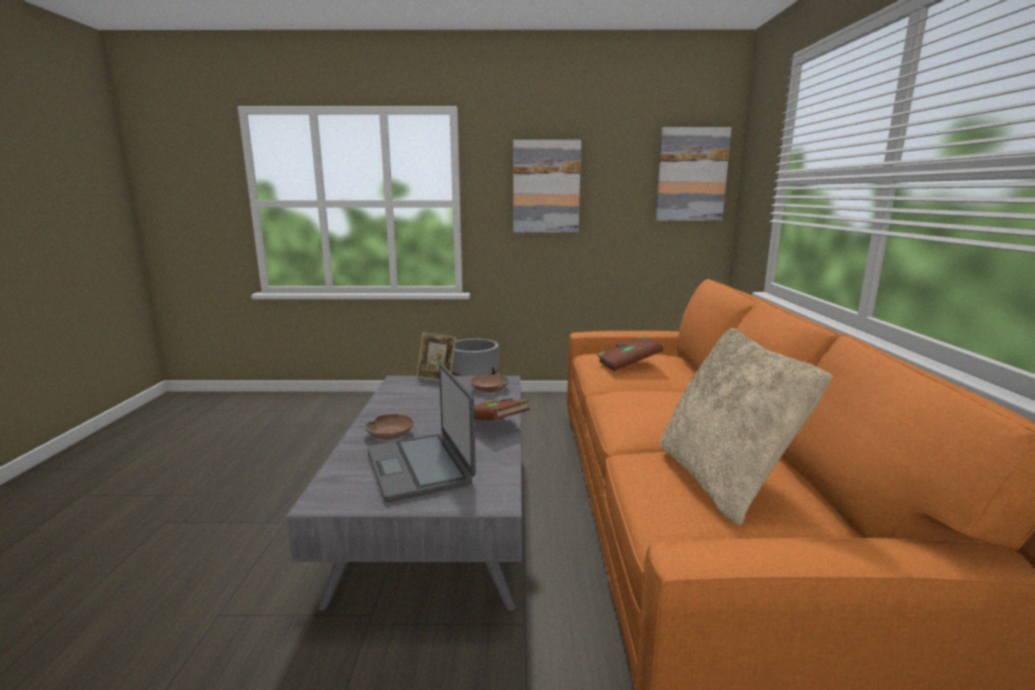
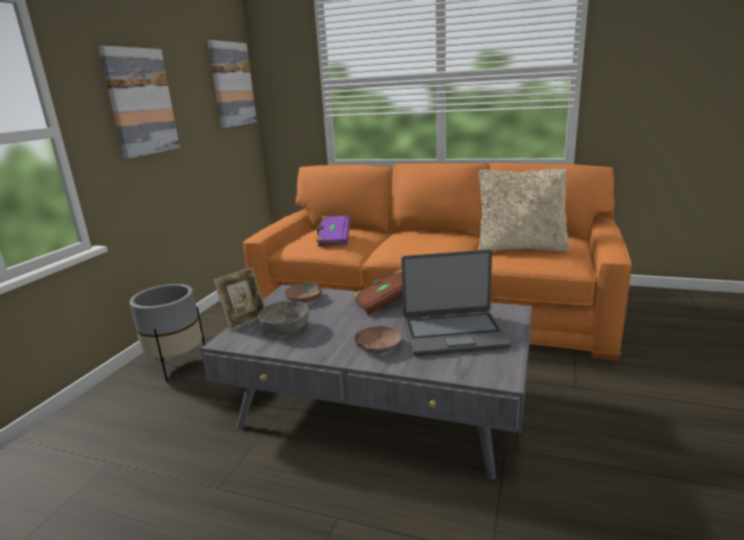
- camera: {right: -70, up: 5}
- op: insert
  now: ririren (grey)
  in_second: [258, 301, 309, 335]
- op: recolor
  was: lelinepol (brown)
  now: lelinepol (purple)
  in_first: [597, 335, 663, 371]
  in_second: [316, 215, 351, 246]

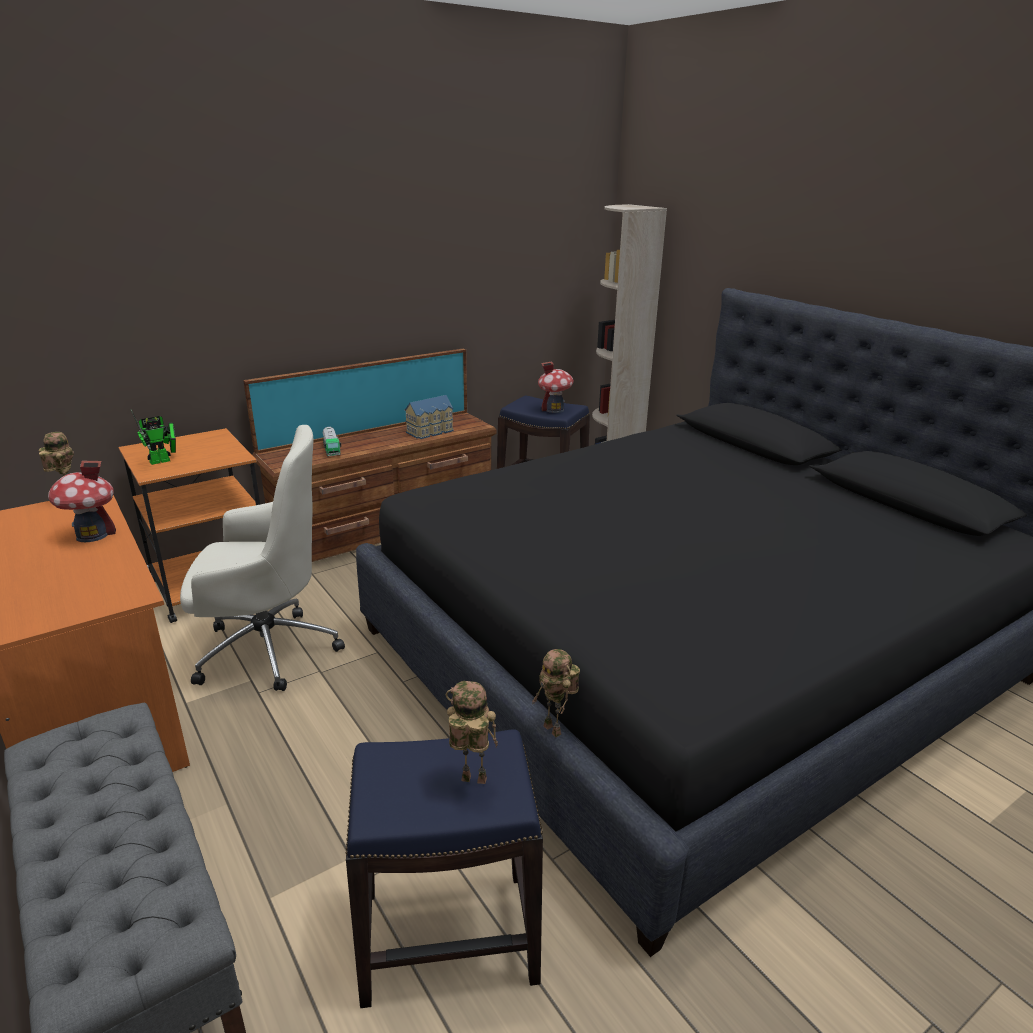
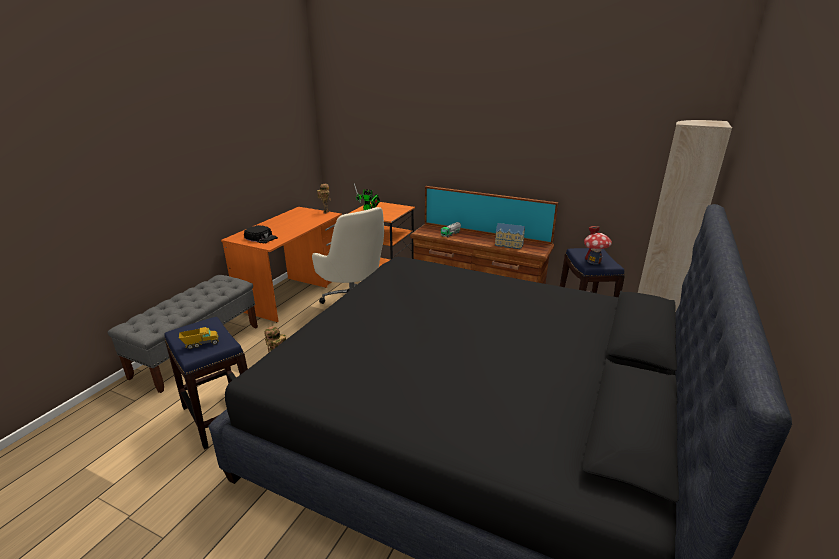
- camera: {right: 60, up: 0}
- op: replace
  was: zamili
  now: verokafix
  in_first: [446, 681, 498, 784]
  in_second: [179, 327, 219, 349]
- op: insert
  now: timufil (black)
  in_second: [244, 225, 278, 243]
- op: delete
  was: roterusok
  in_first: [48, 461, 116, 542]

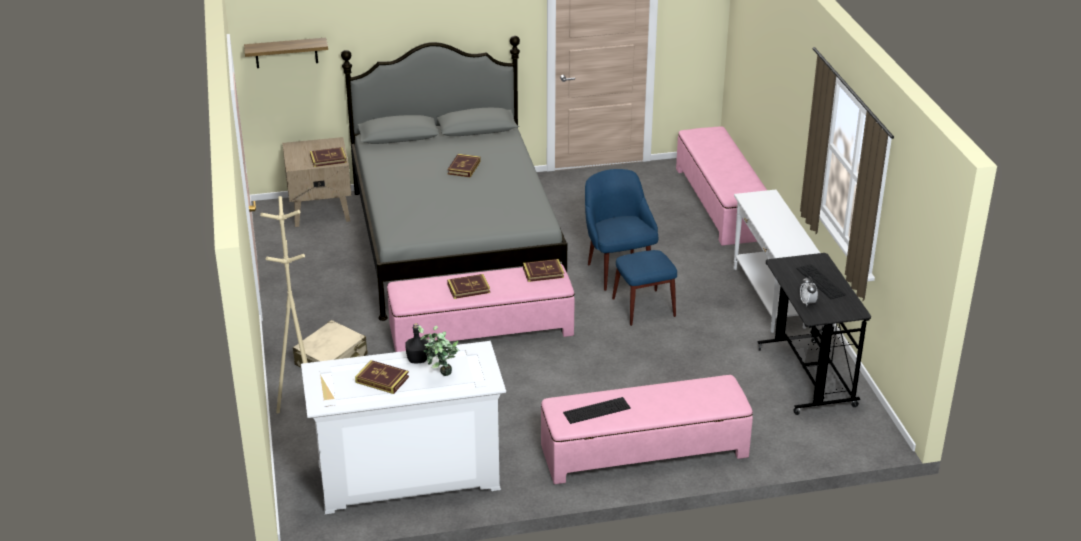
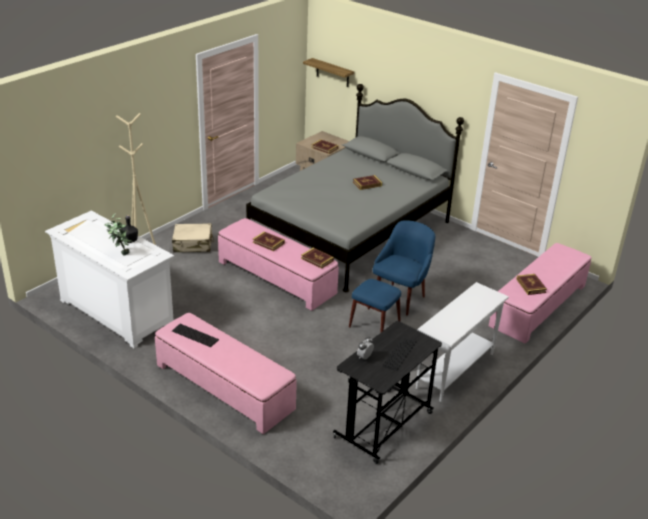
- camera: {right: 50, up: 0}
- op: move
  was: lelinepol
  in_first: [355, 360, 409, 394]
  in_second: [516, 274, 547, 295]

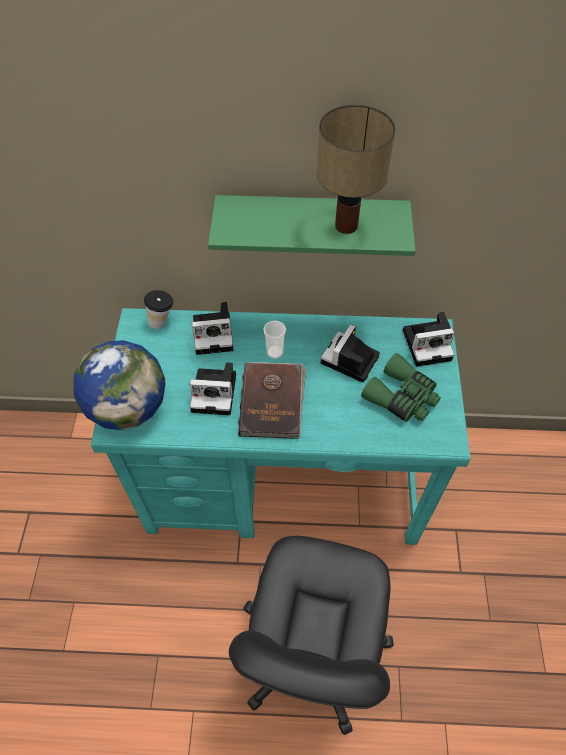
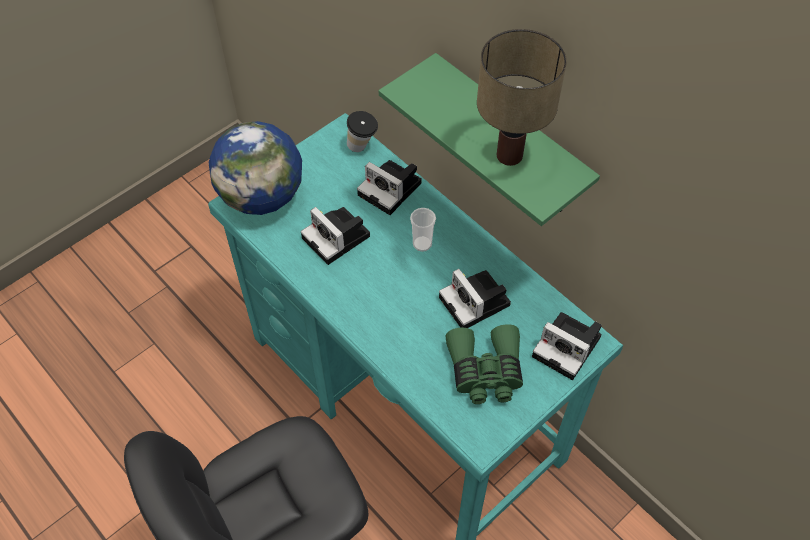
- camera: {right: 45, up: 0}
- op: rotate
  was: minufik
  in_first: [321, 324, 380, 383]
  in_second: [439, 269, 511, 328]
  clockwise: -105
- op: delete
  was: lelinepol (brown)
  in_first: [238, 362, 306, 439]

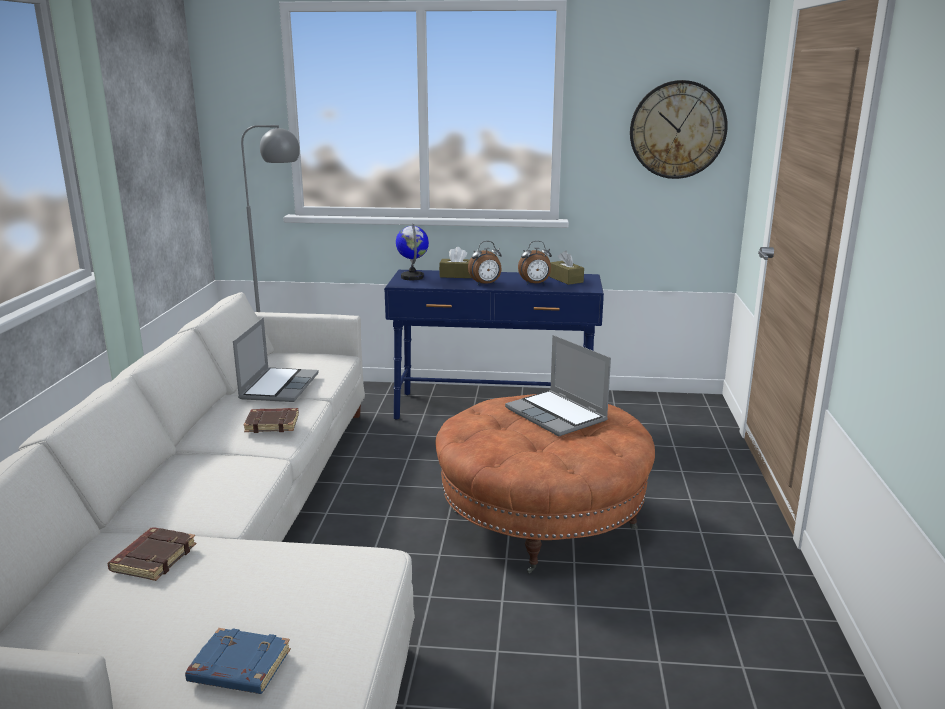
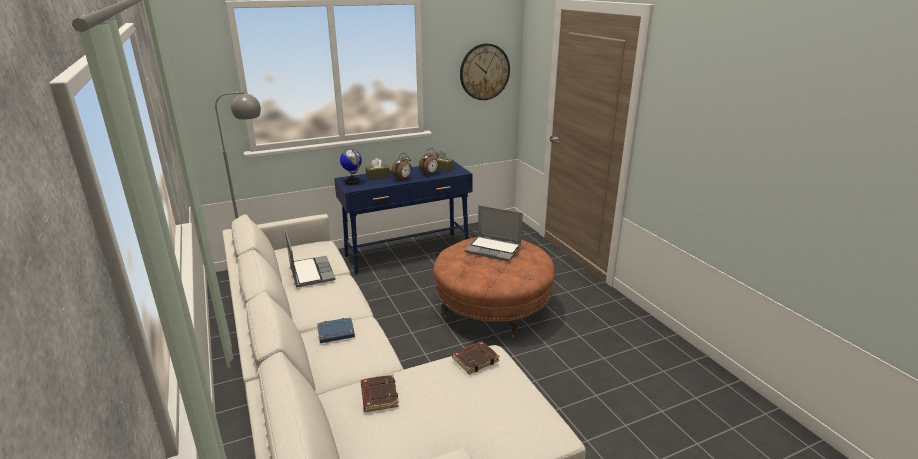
- camera: {right: -30, up: 5}
- op: move
  was: lelinepol (blue)
  in_first: [185, 628, 291, 694]
  in_second: [317, 317, 355, 343]
- op: move
  was: lelinepol (brown)
  in_first: [244, 408, 299, 433]
  in_second: [452, 341, 500, 374]

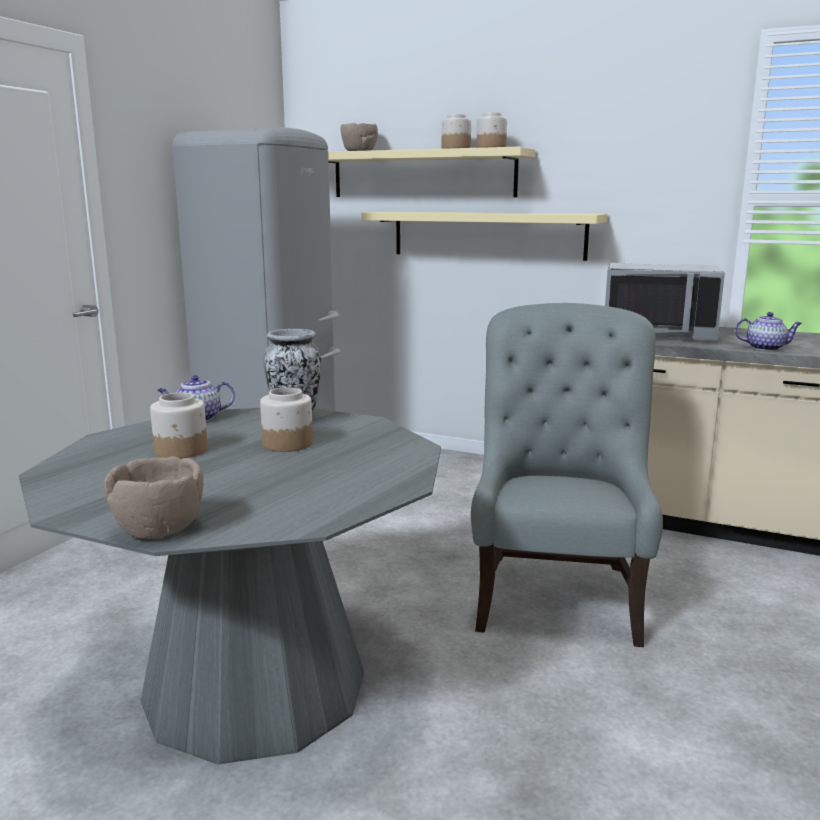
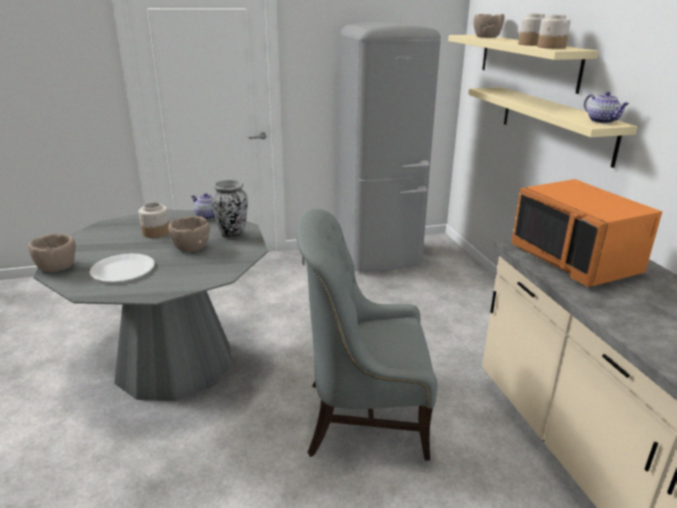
- camera: {right: 50, up: 10}
- op: insert
  now: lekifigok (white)
  in_second: [89, 254, 155, 282]
- op: replace
  was: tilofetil
  now: ririren (brown)
  in_first: [260, 387, 313, 452]
  in_second: [168, 216, 210, 252]
- op: rotate
  was: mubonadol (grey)
  in_first: [471, 303, 663, 647]
  in_second: [296, 209, 437, 461]
  clockwise: -150
- op: recolor
  was: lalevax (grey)
  now: lalevax (orange)
  in_first: [605, 263, 725, 340]
  in_second: [511, 179, 663, 287]
- op: move
  was: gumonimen
  in_first: [735, 312, 802, 351]
  in_second: [584, 92, 629, 124]

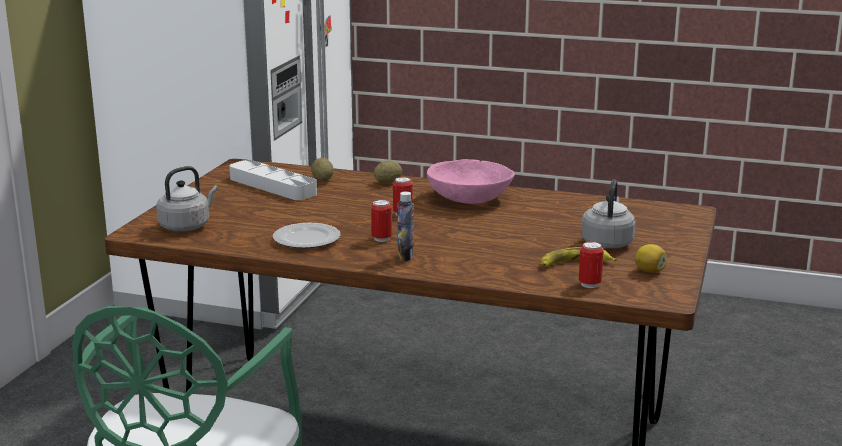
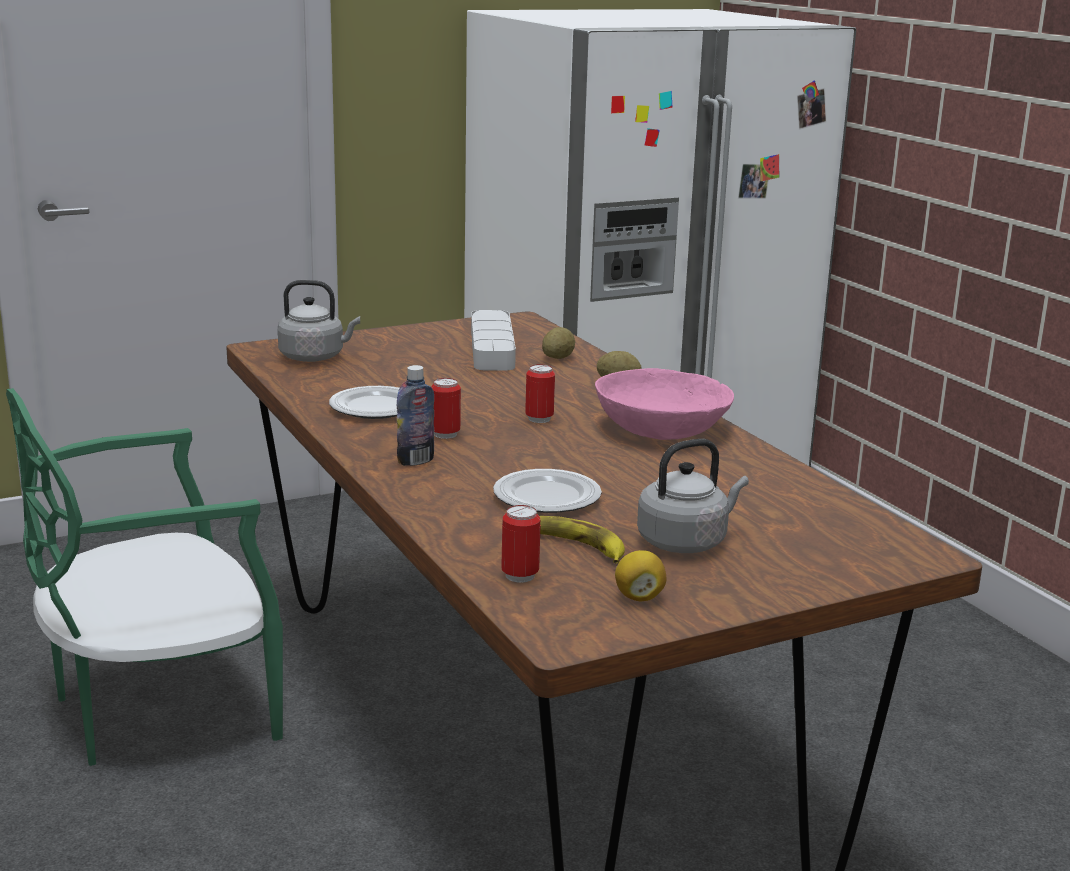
- camera: {right: 45, up: 0}
- op: insert
  now: lekifigok
  in_second: [493, 469, 602, 513]

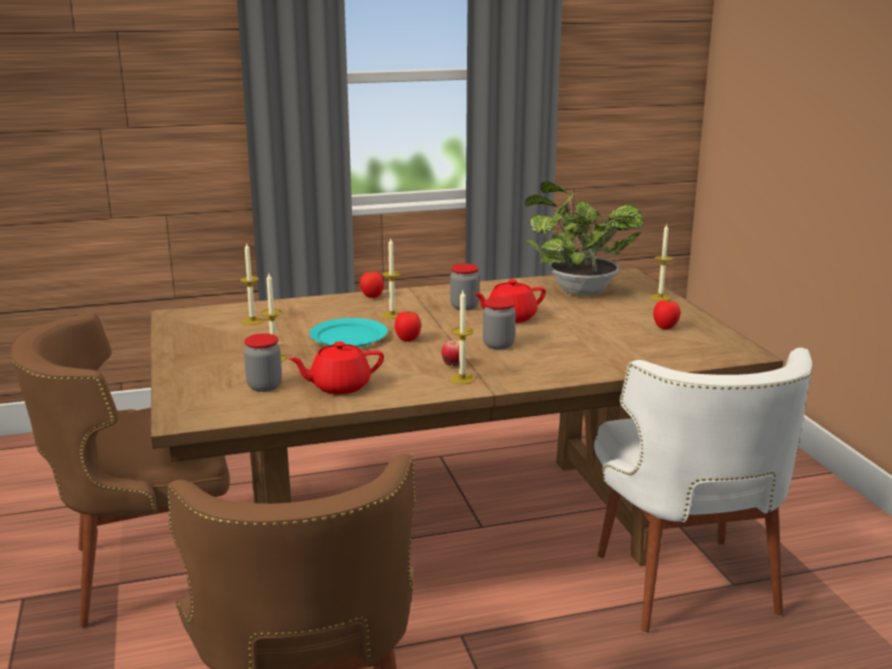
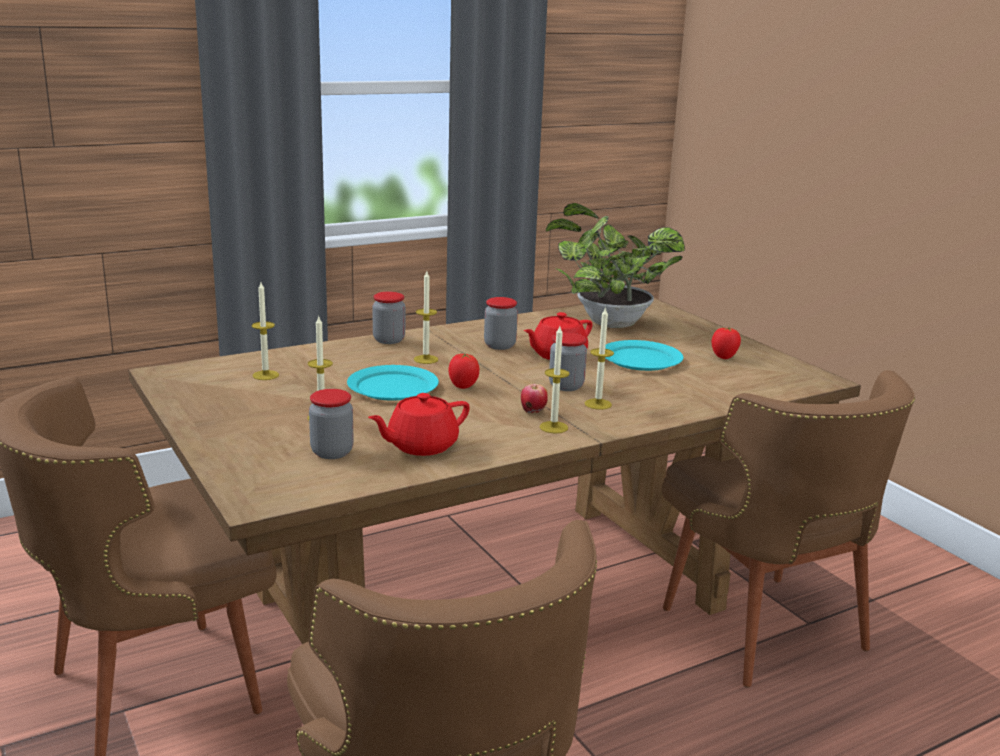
- camera: {right: -15, up: 0}
- op: replace
  was: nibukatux
  now: tilofetil
  in_first: [360, 271, 384, 298]
  in_second: [372, 292, 405, 344]
- op: move
  was: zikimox
  in_first: [650, 224, 673, 301]
  in_second: [585, 307, 614, 410]
- op: insert
  now: lekifigok (turquoise)
  in_second: [605, 340, 683, 371]
- op: recolor
  was: mubonadol (white)
  now: mubonadol (brown)
  in_first: [594, 348, 812, 633]
  in_second: [662, 370, 915, 688]

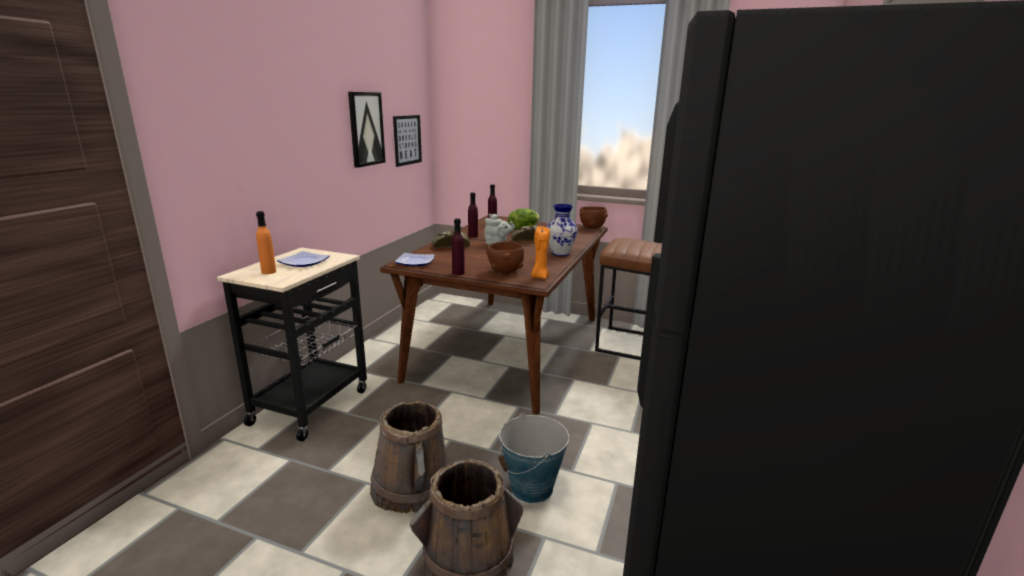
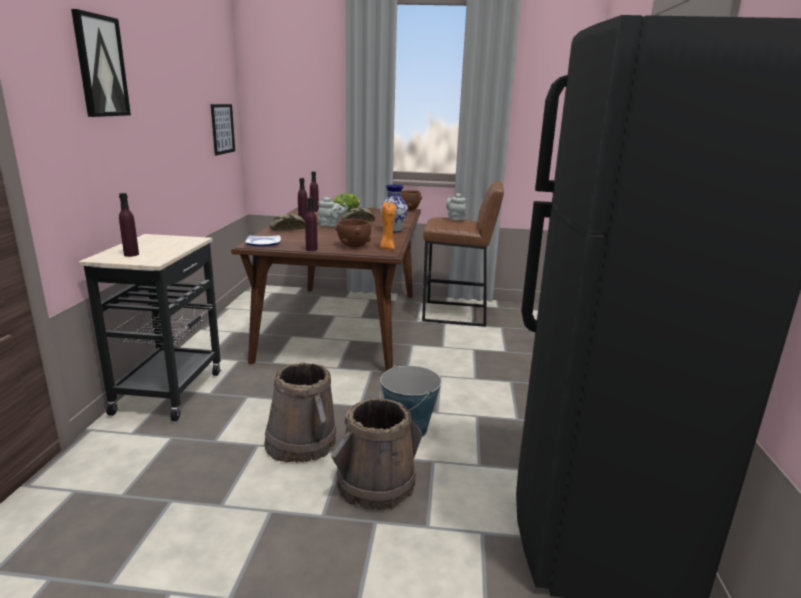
- camera: {right: -15, up: 0}
- op: move
  was: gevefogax
  in_first: [348, 92, 386, 168]
  in_second: [71, 9, 131, 117]
- op: recolor
  was: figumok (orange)
  now: figumok (purple)
  in_first: [256, 211, 276, 274]
  in_second: [119, 193, 139, 257]
- op: insert
  now: gumonimen (grey)
  in_second: [446, 193, 466, 221]
- op: delete
  was: lekifigok
  in_first: [277, 251, 330, 267]

